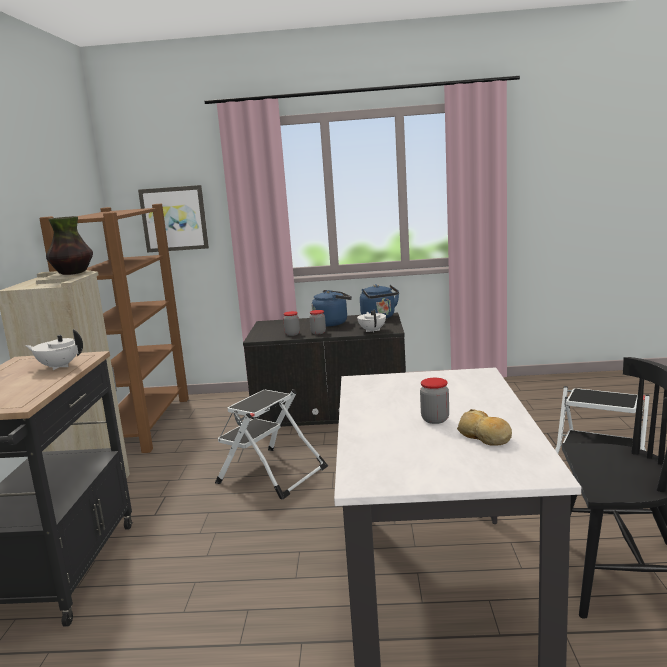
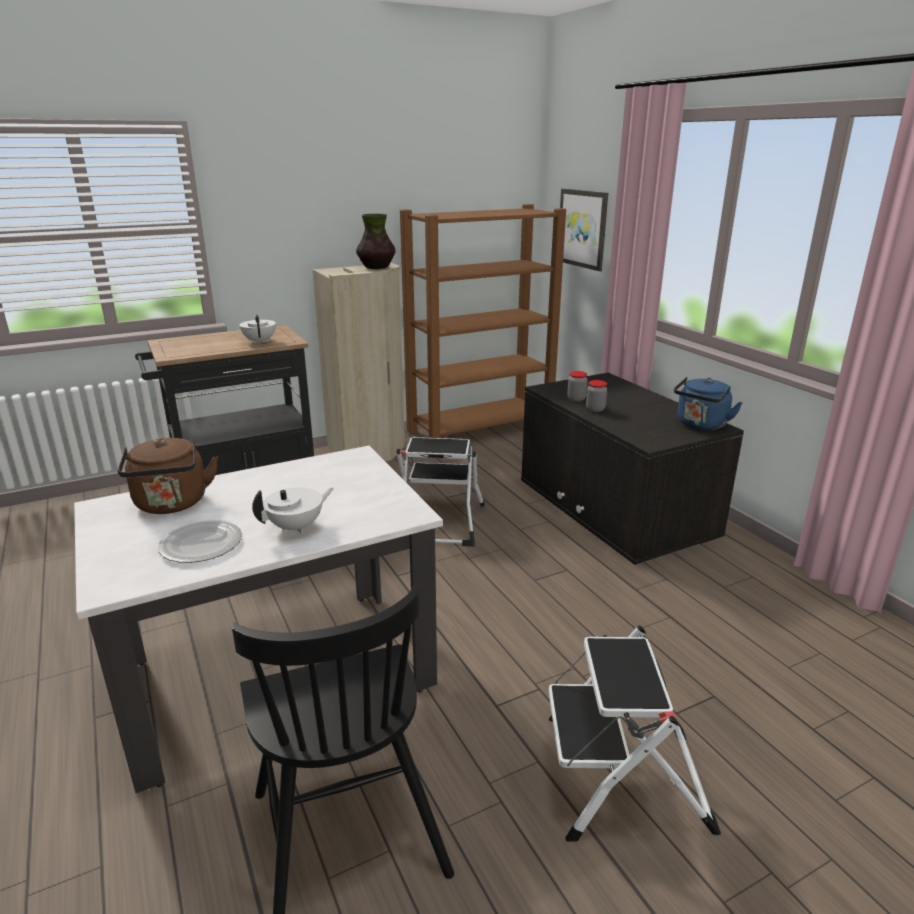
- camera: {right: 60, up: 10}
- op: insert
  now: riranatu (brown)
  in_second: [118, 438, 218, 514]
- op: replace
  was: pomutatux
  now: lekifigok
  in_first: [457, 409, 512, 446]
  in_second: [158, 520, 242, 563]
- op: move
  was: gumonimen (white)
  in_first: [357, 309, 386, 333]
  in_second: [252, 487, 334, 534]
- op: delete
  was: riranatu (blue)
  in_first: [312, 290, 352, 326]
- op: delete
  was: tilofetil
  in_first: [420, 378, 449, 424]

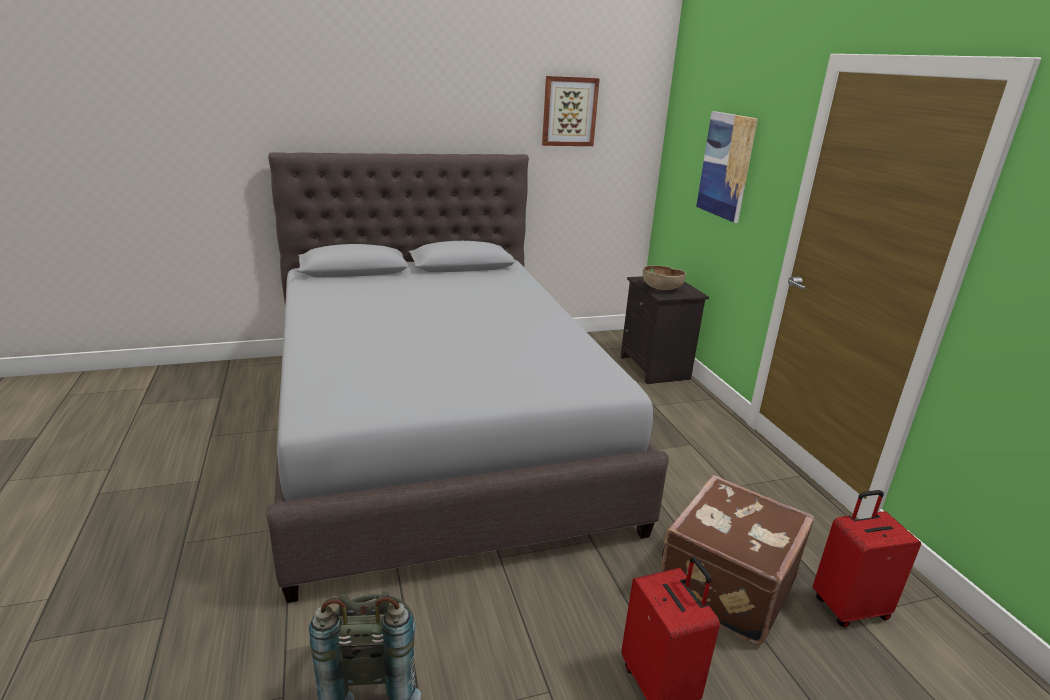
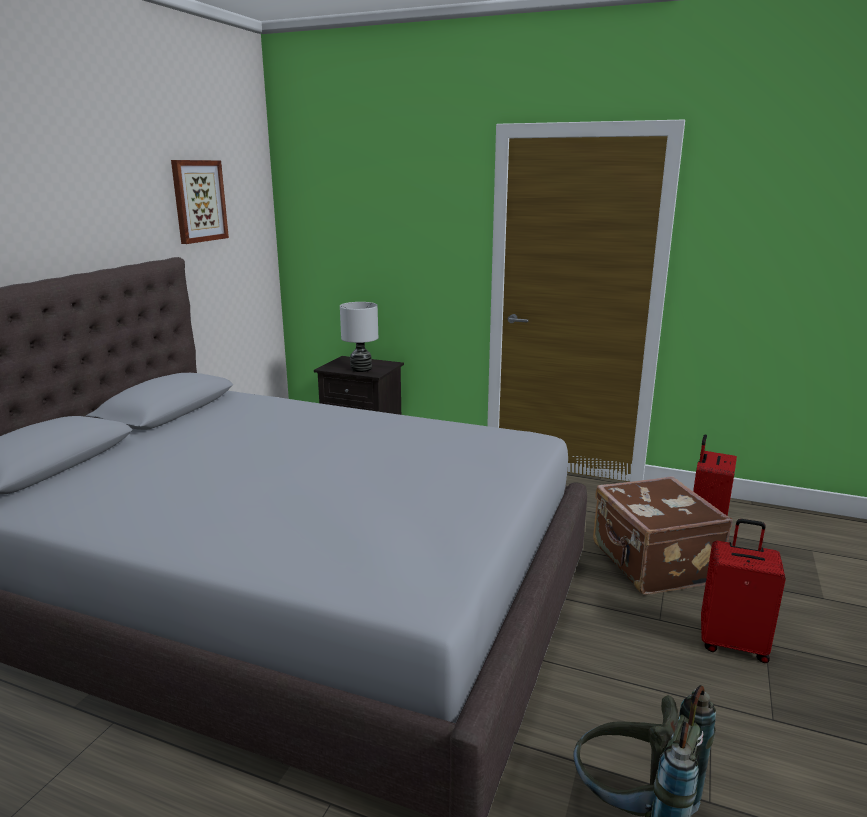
- camera: {right: -50, up: -5}
- op: replace
  was: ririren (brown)
  now: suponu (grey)
  in_first: [643, 265, 686, 290]
  in_second: [340, 302, 378, 372]
- op: delete
  was: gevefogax
  in_first: [696, 111, 758, 223]

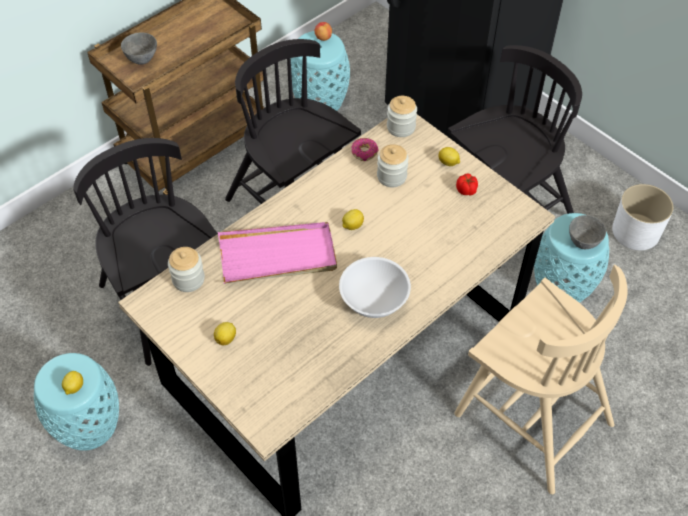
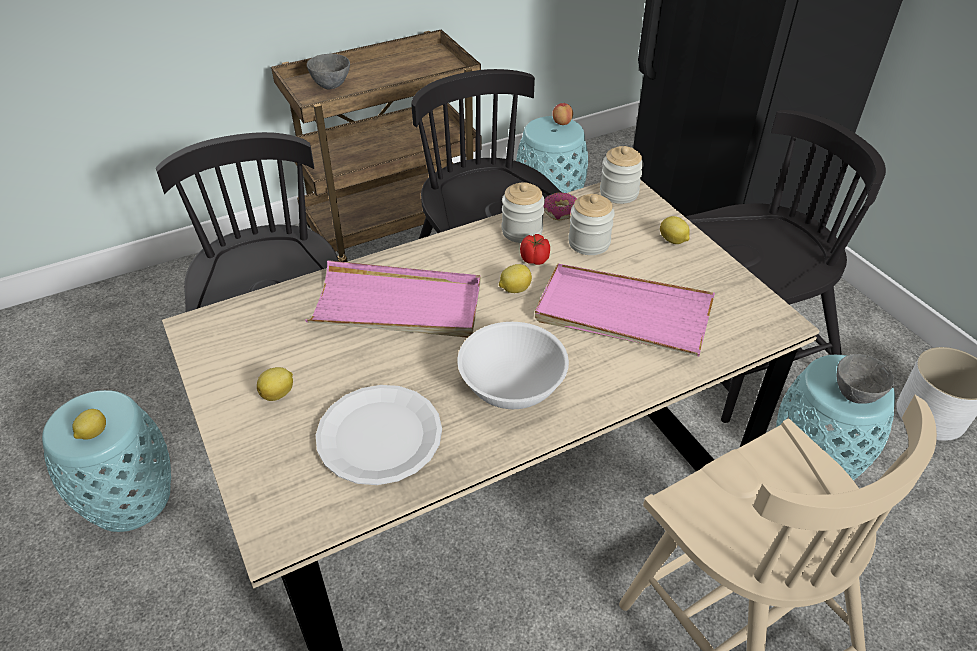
- camera: {right: 15, up: -10}
- op: insert
  now: lekifigok (white)
  in_second: [316, 385, 442, 485]
- op: move
  was: tilofetil
  in_first: [168, 247, 205, 292]
  in_second: [501, 182, 545, 243]
- op: move
  was: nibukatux
  in_first: [456, 173, 478, 195]
  in_second: [520, 234, 550, 265]
- op: insert
  now: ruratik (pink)
  in_second: [535, 264, 715, 356]

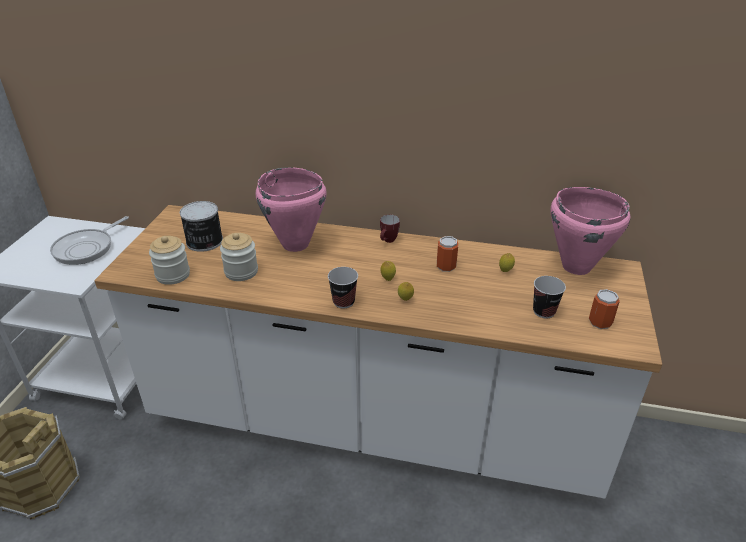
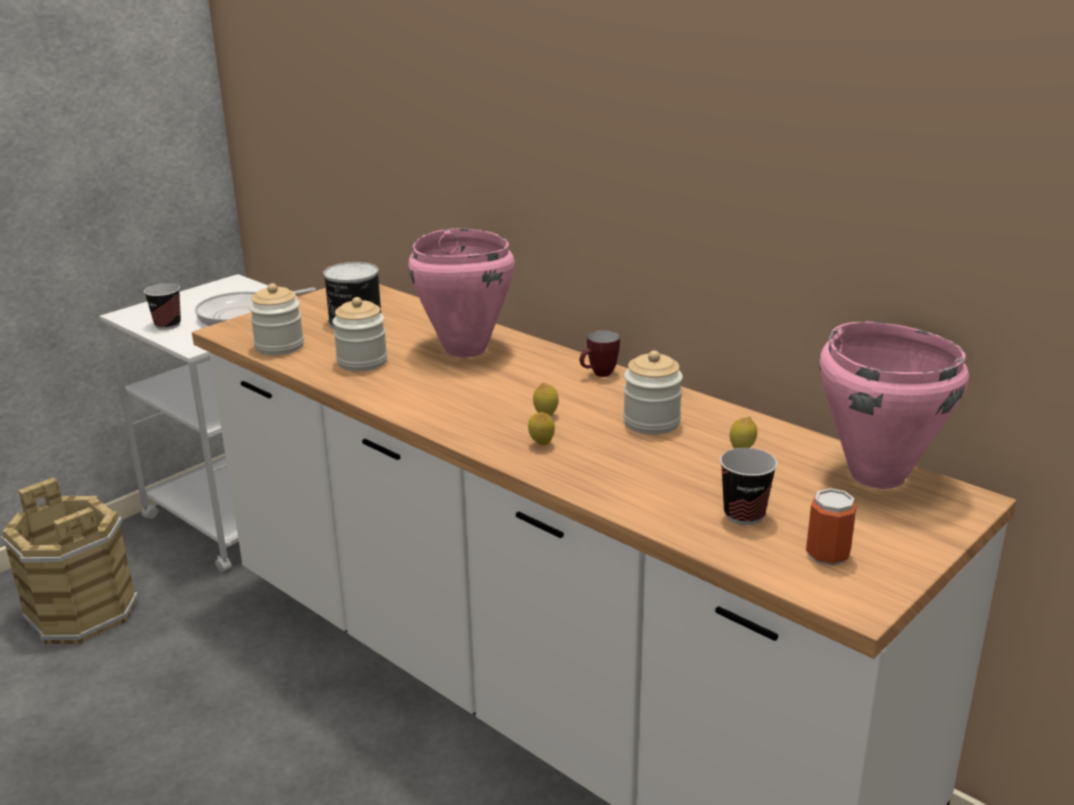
- camera: {right: 30, up: -10}
- op: move
  was: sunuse
  in_first: [328, 267, 358, 309]
  in_second: [144, 283, 181, 330]
- op: replace
  was: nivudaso
  now: tilofetil
  in_first: [437, 236, 458, 272]
  in_second: [623, 351, 683, 435]

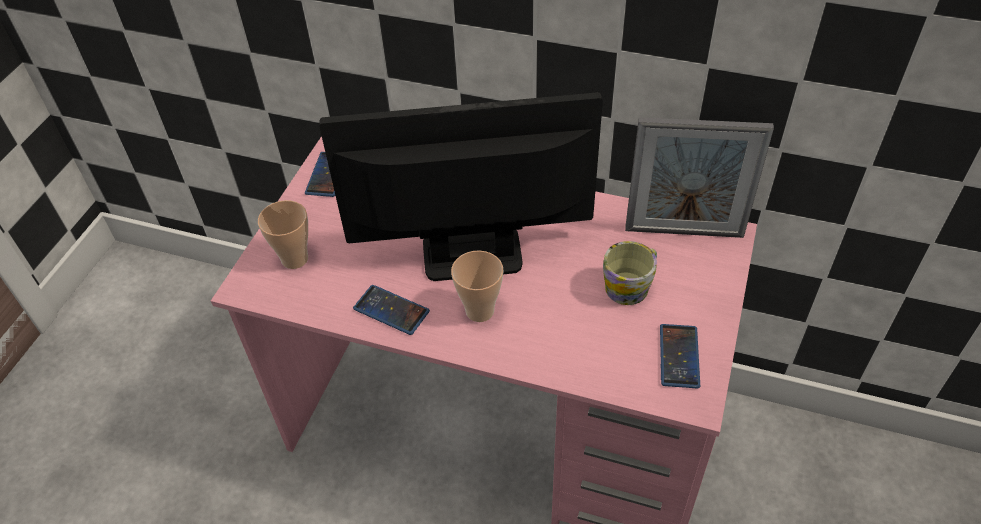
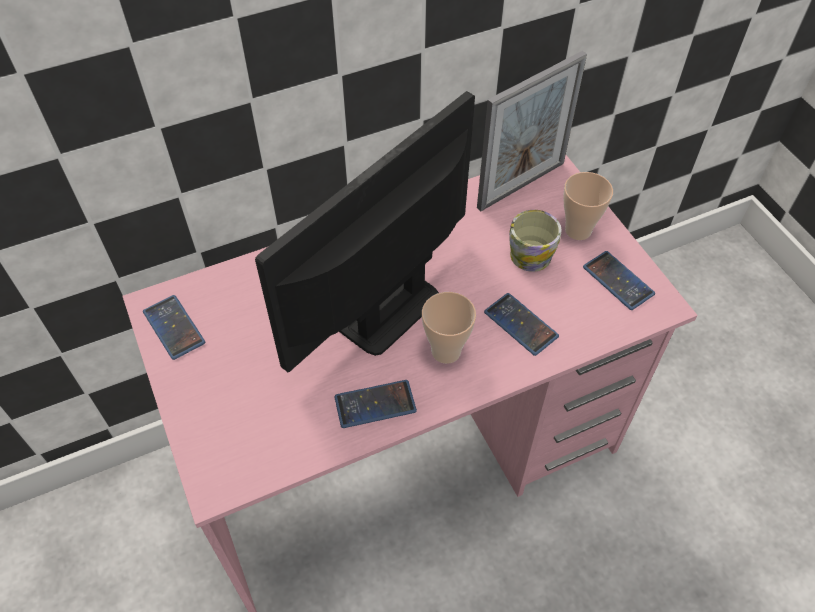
- camera: {right: -45, up: 5}
- op: insert
  now: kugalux
  in_second: [484, 293, 559, 356]
- op: move
  was: sunuse
  in_first: [258, 200, 308, 269]
  in_second: [563, 172, 613, 240]

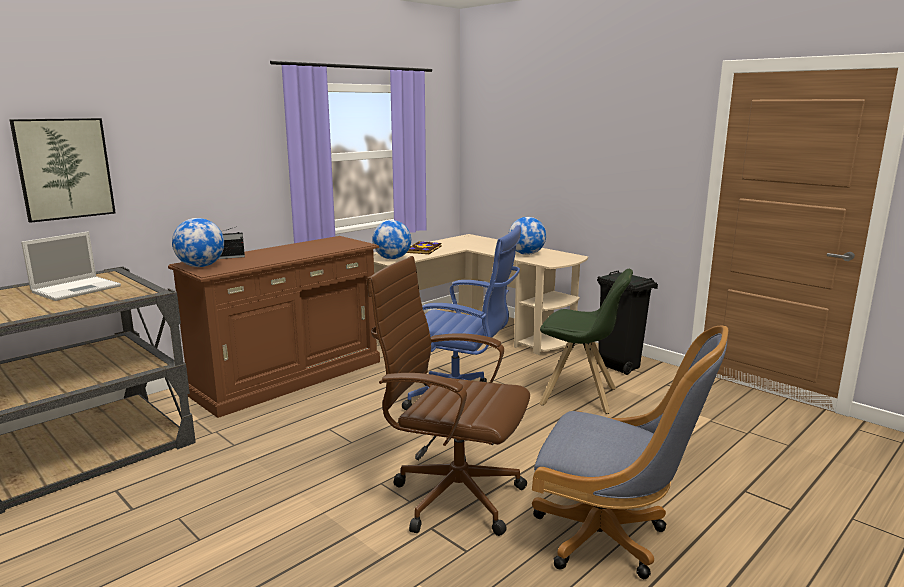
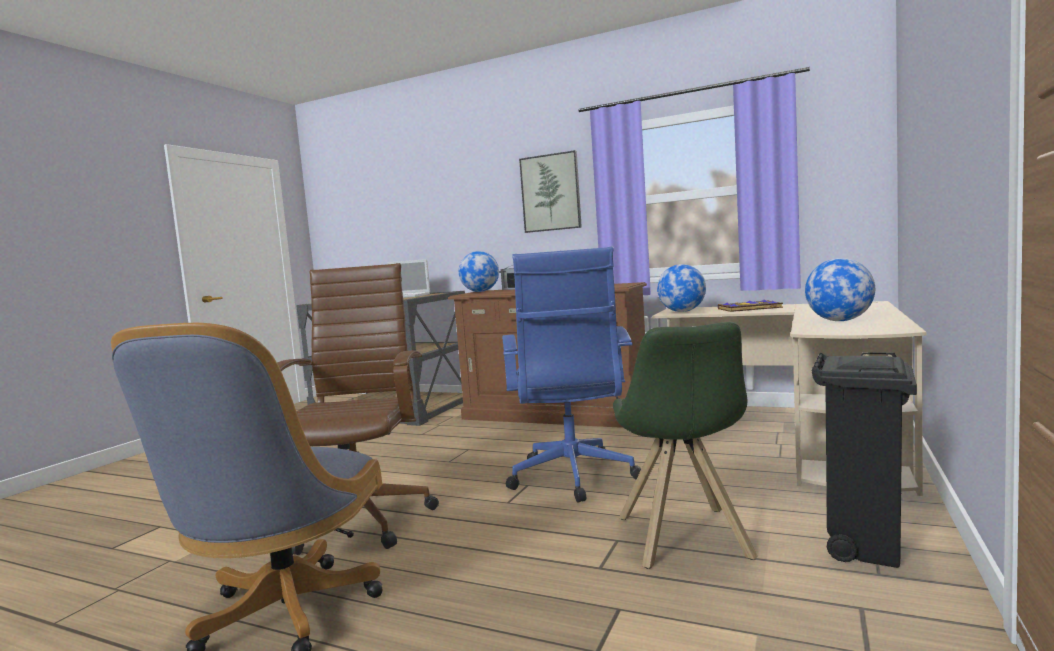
- camera: {right: 70, up: -10}
- op: move
  was: gevefogax
  in_first: [9, 118, 116, 223]
  in_second: [519, 150, 582, 233]

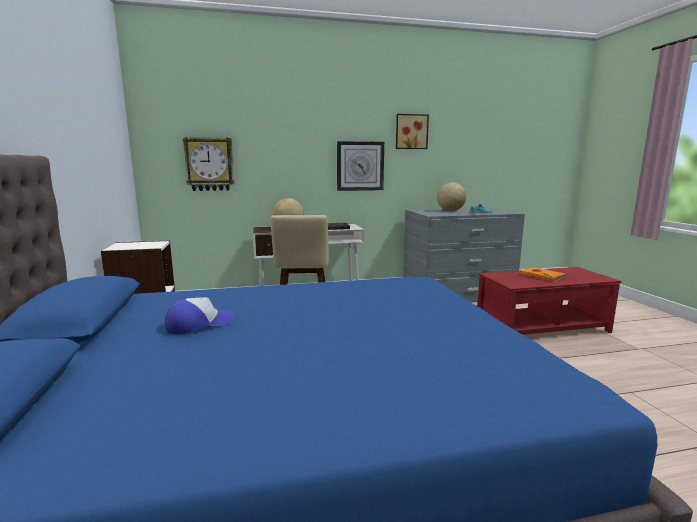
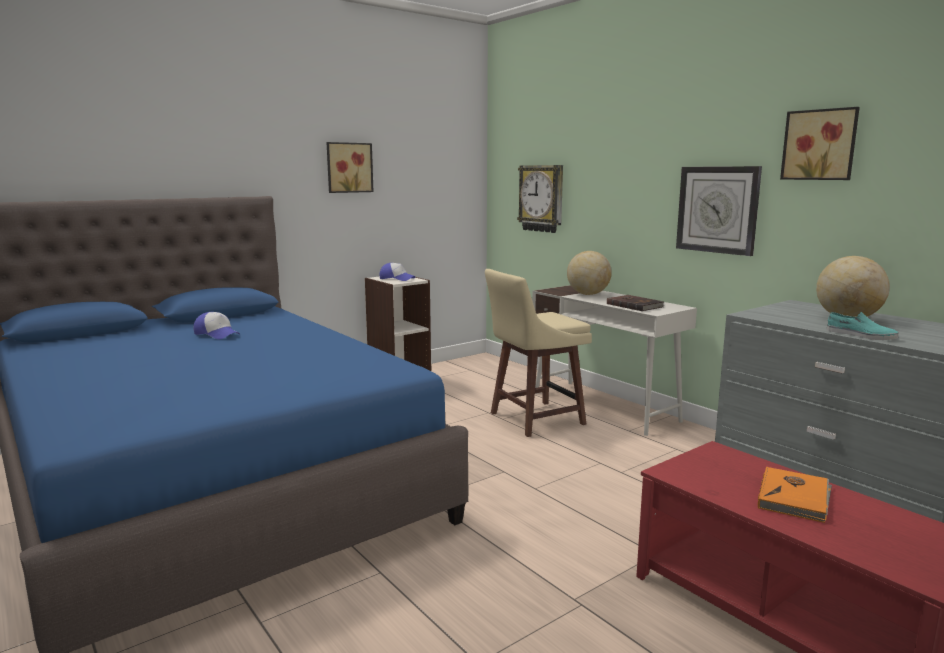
- camera: {right: 65, up: 0}
- op: insert
  now: gevefogax
  in_second: [326, 142, 374, 193]
- op: insert
  now: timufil
  in_second: [380, 263, 415, 281]

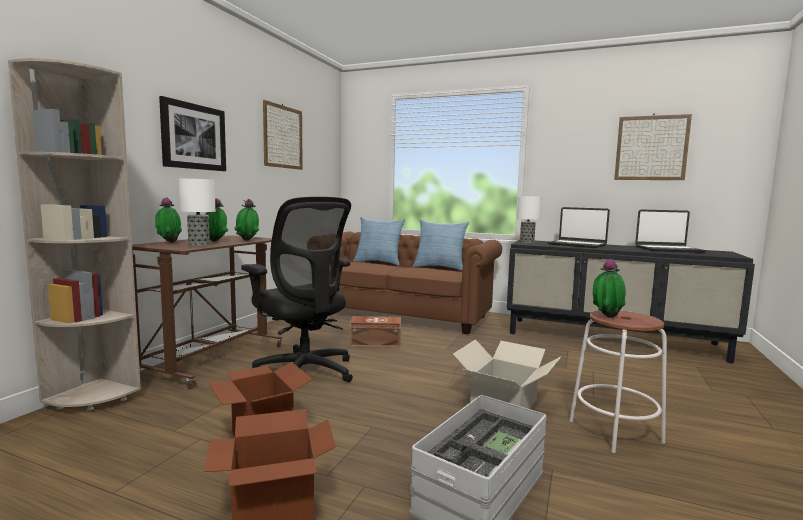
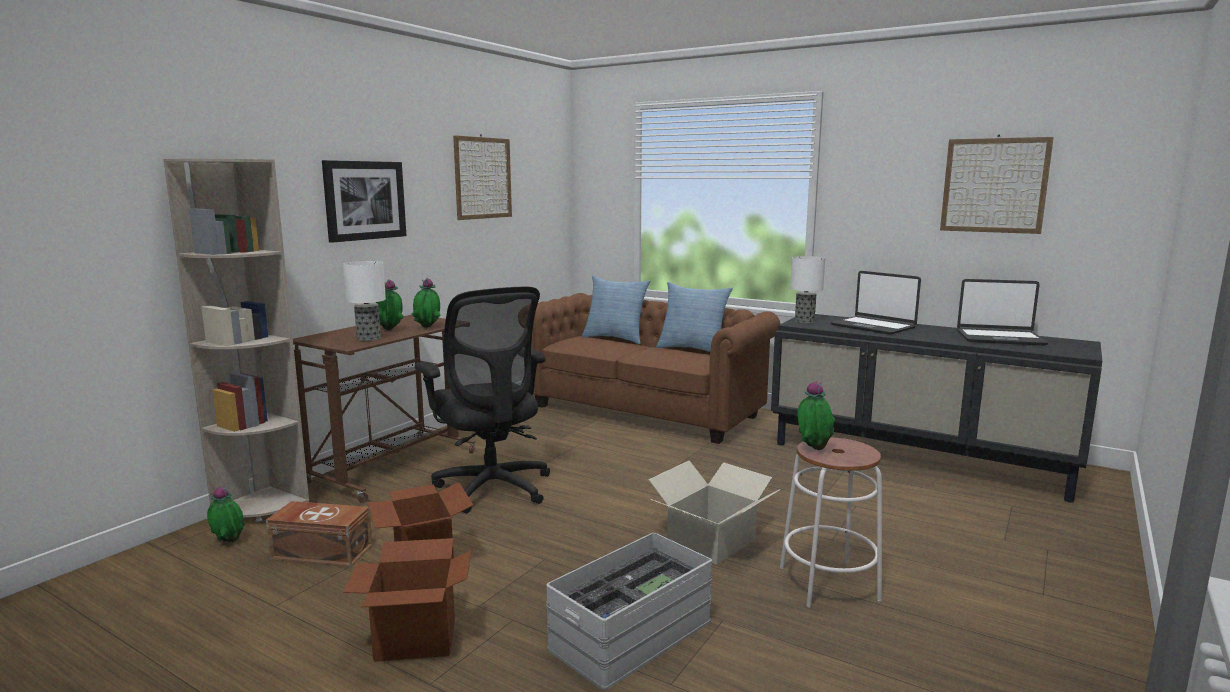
- camera: {right: 10, up: 5}
- op: move
  was: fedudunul
  in_first: [155, 197, 182, 243]
  in_second: [207, 486, 245, 542]
- op: move
  was: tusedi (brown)
  in_first: [350, 316, 401, 348]
  in_second: [266, 501, 372, 567]

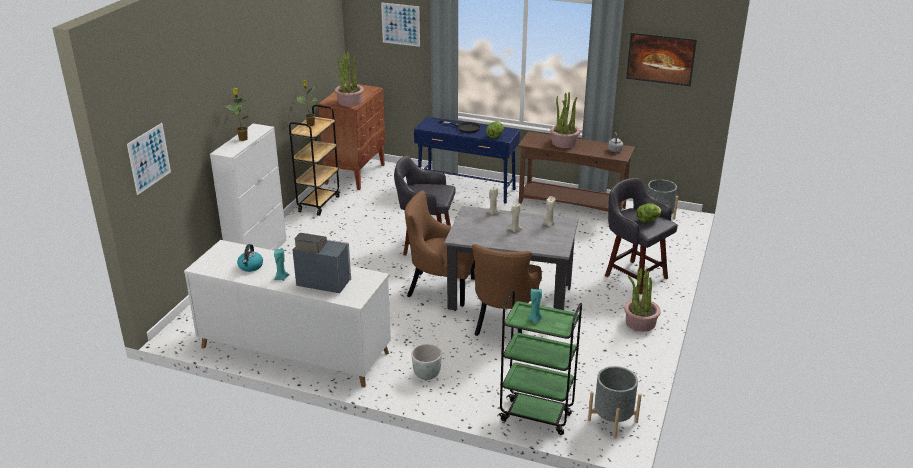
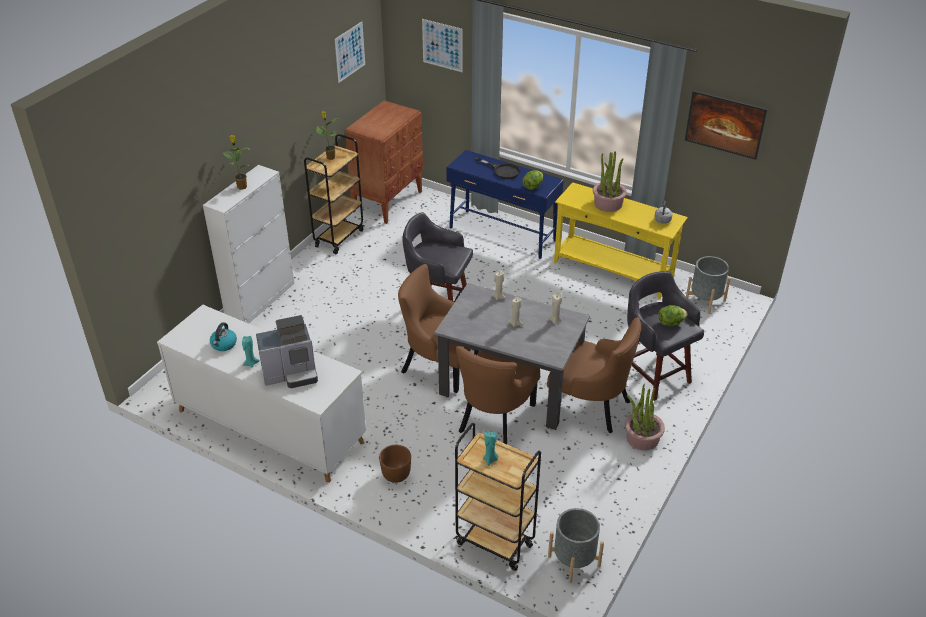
- camera: {right: 10, up: 10}
- op: rotate
  was: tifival
  in_first: [293, 233, 351, 293]
  in_second: [256, 315, 318, 388]
  clockwise: 135
- op: move
  was: gevefogax
  in_first: [127, 123, 171, 195]
  in_second: [335, 22, 365, 83]
- op: recolor
  was: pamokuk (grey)
  now: pamokuk (brown)
  in_first: [411, 344, 442, 380]
  in_second: [379, 445, 411, 483]
- op: recolor
  was: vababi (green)
  now: vababi (brown)
  in_first: [498, 289, 582, 435]
  in_second: [454, 423, 541, 571]
- op: insert
  now: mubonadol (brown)
  in_second: [547, 317, 641, 433]
- op: recolor
  was: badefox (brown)
  now: badefox (yellow)
  in_first: [518, 132, 635, 212]
  in_second: [554, 182, 688, 299]
- op: delete
  was: fedudunul
  in_first: [335, 51, 364, 107]

